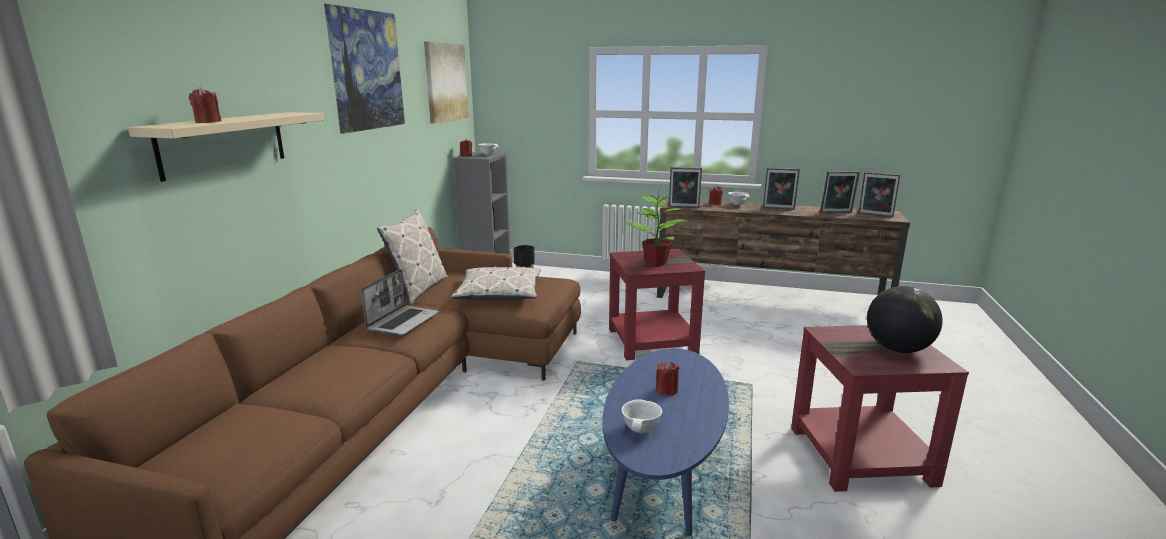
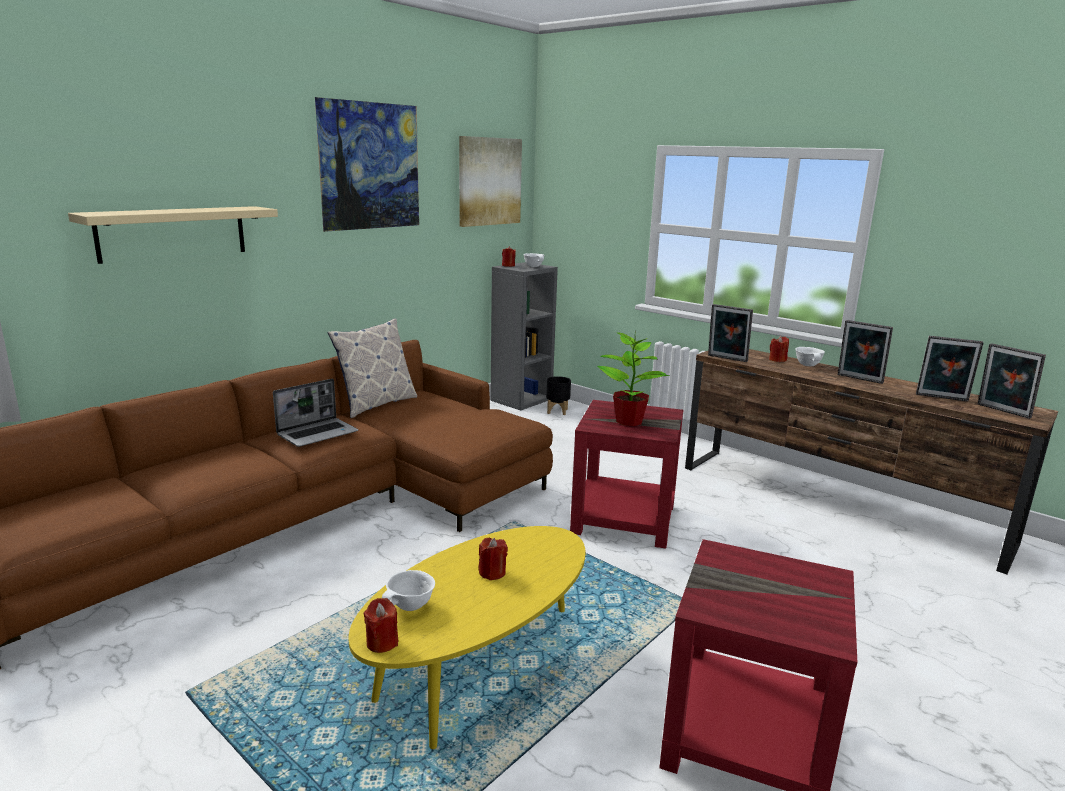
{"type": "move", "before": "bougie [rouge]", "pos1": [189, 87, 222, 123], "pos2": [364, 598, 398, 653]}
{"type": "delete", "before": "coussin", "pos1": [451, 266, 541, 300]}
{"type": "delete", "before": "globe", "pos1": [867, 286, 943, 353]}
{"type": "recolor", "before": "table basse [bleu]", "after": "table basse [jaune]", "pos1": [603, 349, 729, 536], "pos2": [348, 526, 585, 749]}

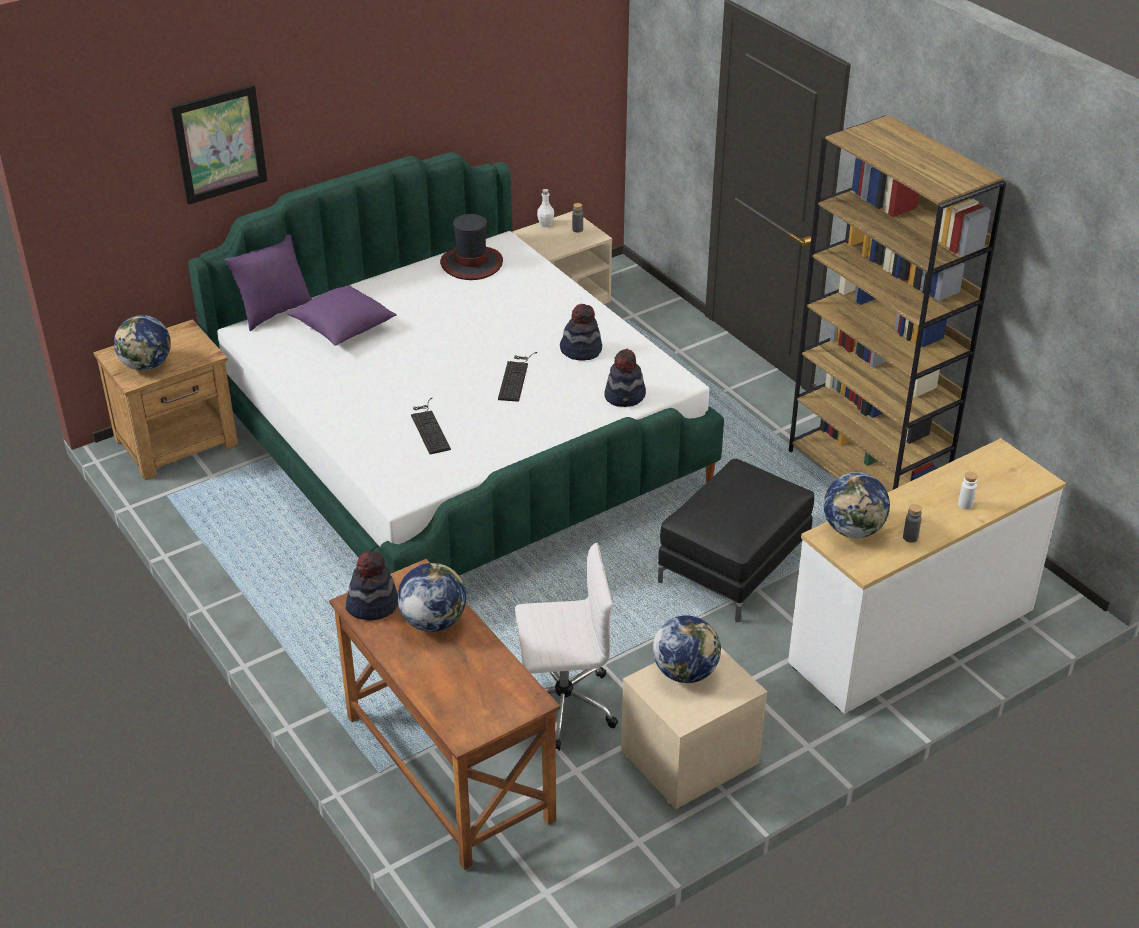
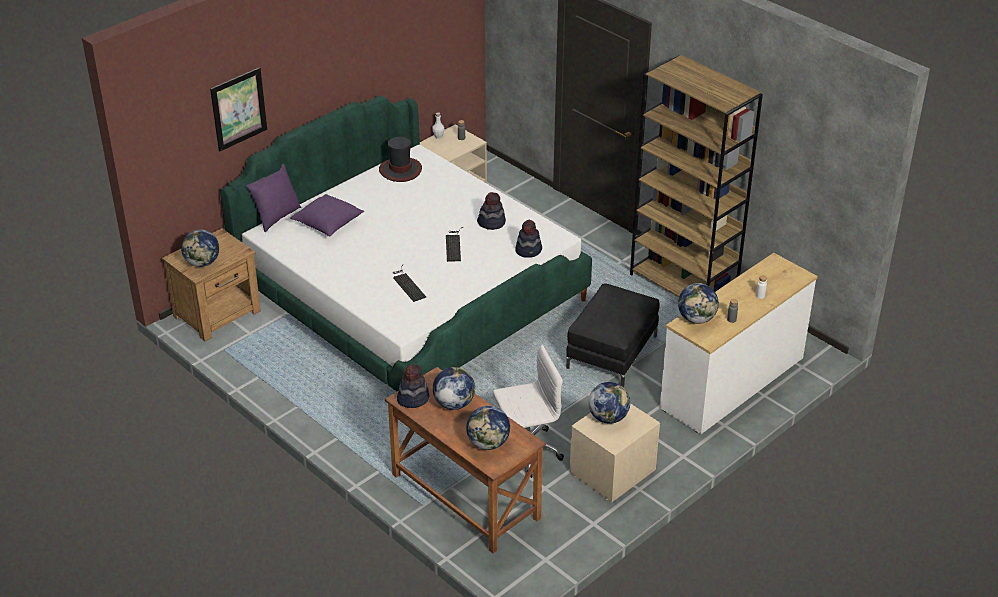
{"type": "insert", "after": "globe", "pos2": [466, 405, 510, 450]}

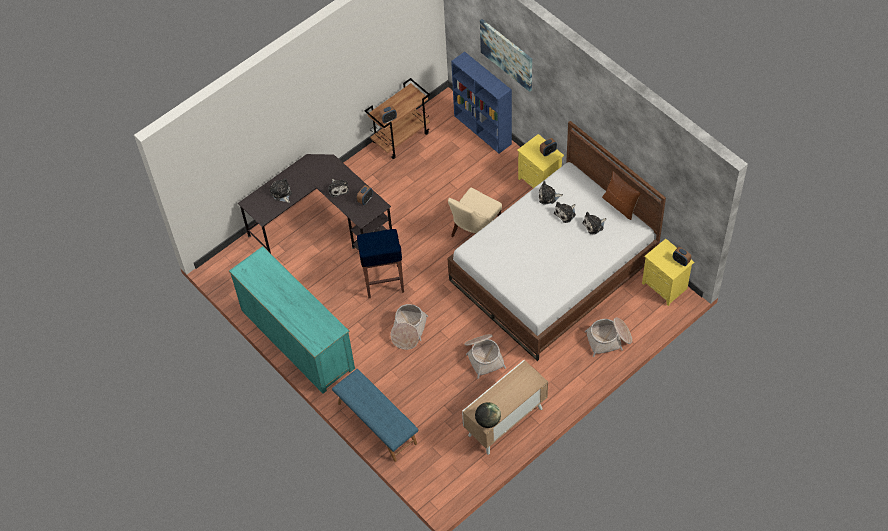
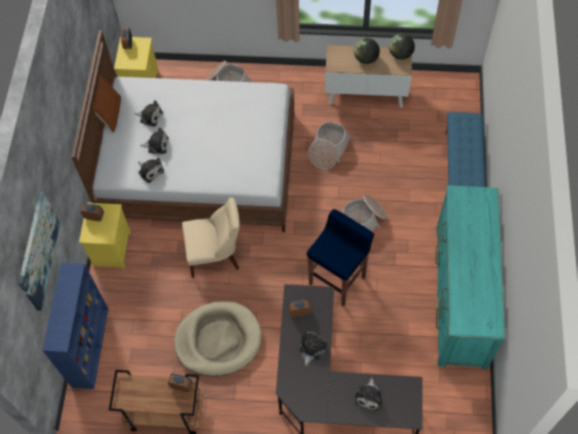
{"type": "insert", "after": "globe", "pos2": [354, 38, 380, 64]}
{"type": "insert", "after": "panier pour chien [beige]", "pos2": [174, 301, 261, 376]}

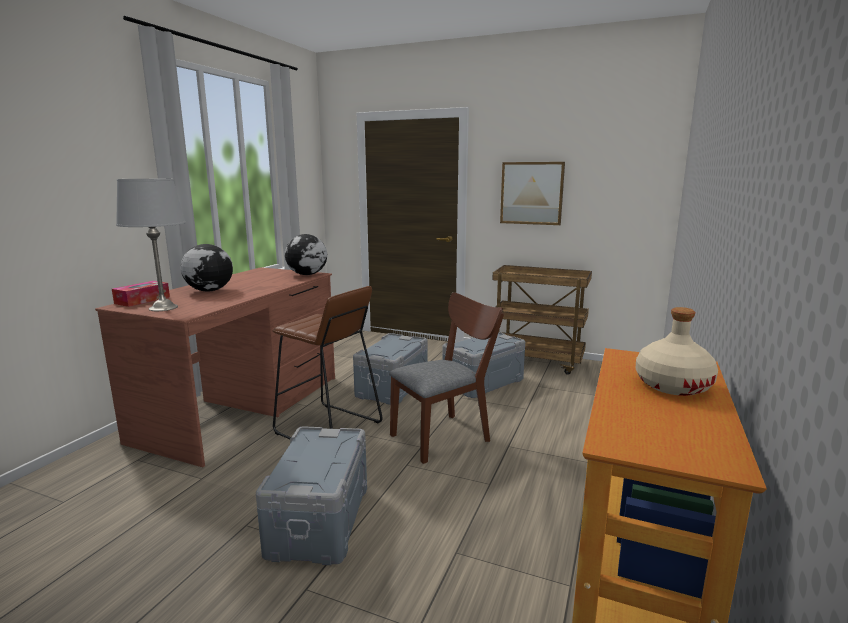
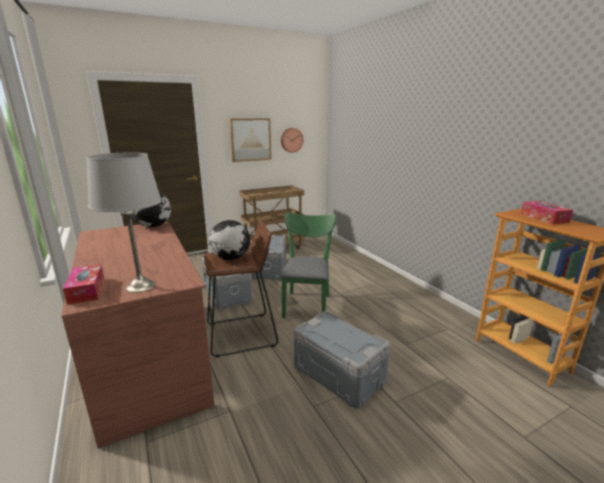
{"type": "move", "before": "globe", "pos1": [181, 244, 233, 292], "pos2": [209, 220, 250, 260]}
{"type": "recolor", "before": "chaise [marron]", "after": "chaise [vert]", "pos1": [389, 292, 504, 464], "pos2": [281, 212, 336, 318]}
{"type": "replace", "before": "bouteille [beige]", "after": "boîte à mouchoirs", "pos1": [636, 307, 718, 396], "pos2": [521, 201, 573, 225]}
{"type": "insert", "after": "horloge murale", "pos2": [281, 128, 303, 153]}

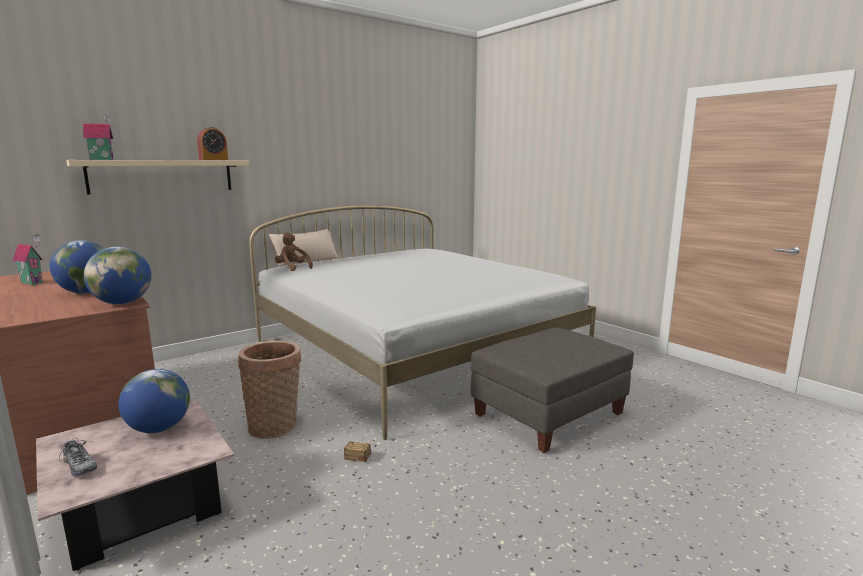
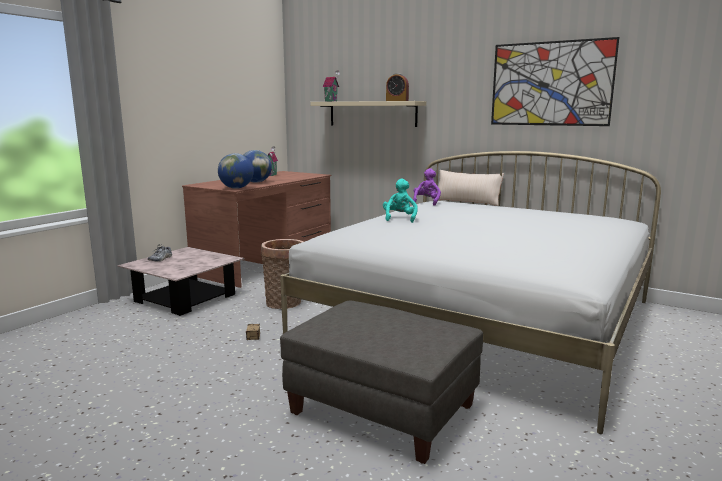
{"type": "recolor", "before": "peluche [marron]", "after": "peluche [violet]", "pos1": [275, 232, 313, 271], "pos2": [413, 168, 441, 206]}
{"type": "delete", "before": "globe", "pos1": [119, 369, 190, 433]}
{"type": "insert", "after": "tableau", "pos2": [491, 37, 619, 126]}
{"type": "insert", "after": "peluche [turquoise]", "pos2": [383, 179, 418, 223]}

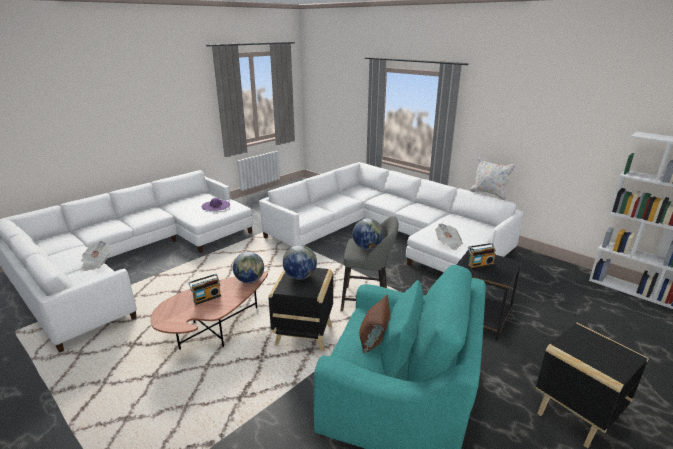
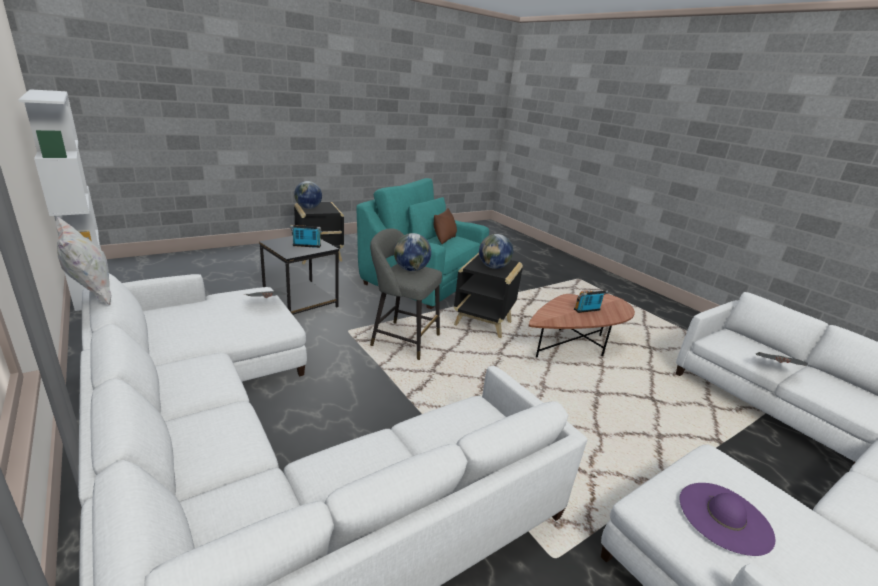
{"type": "move", "before": "globe", "pos1": [233, 252, 264, 283], "pos2": [294, 181, 322, 209]}

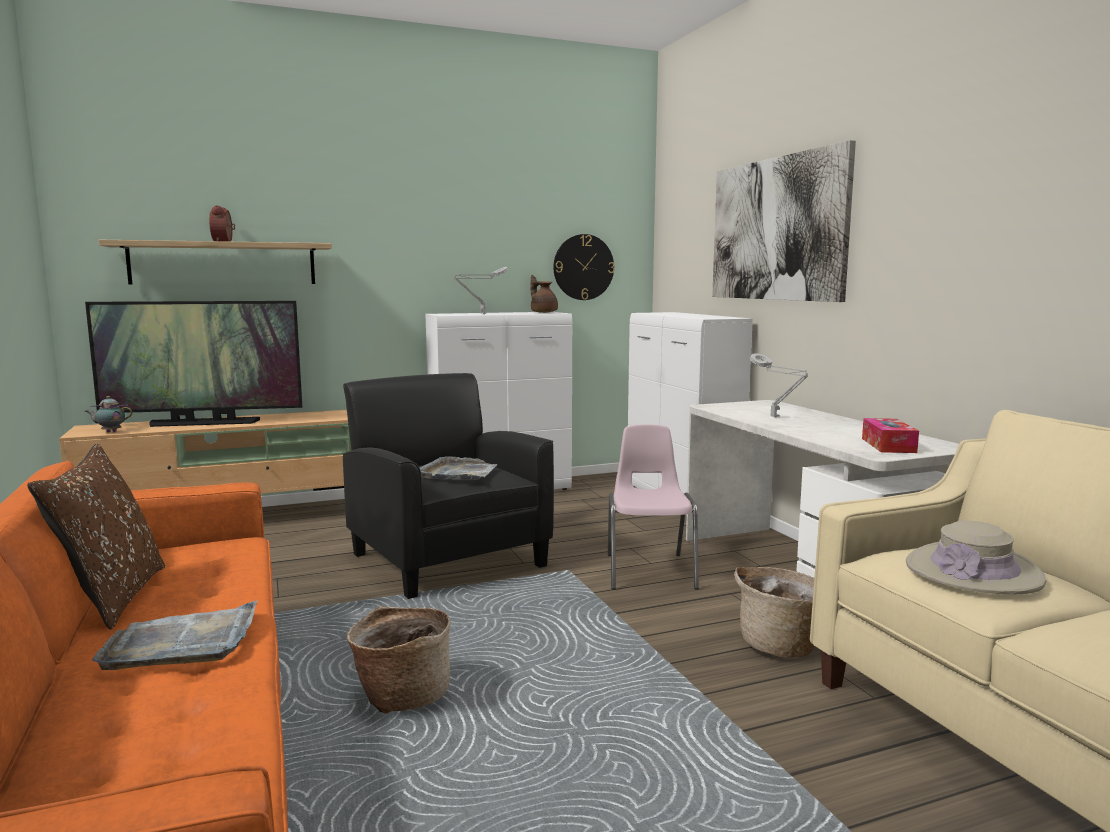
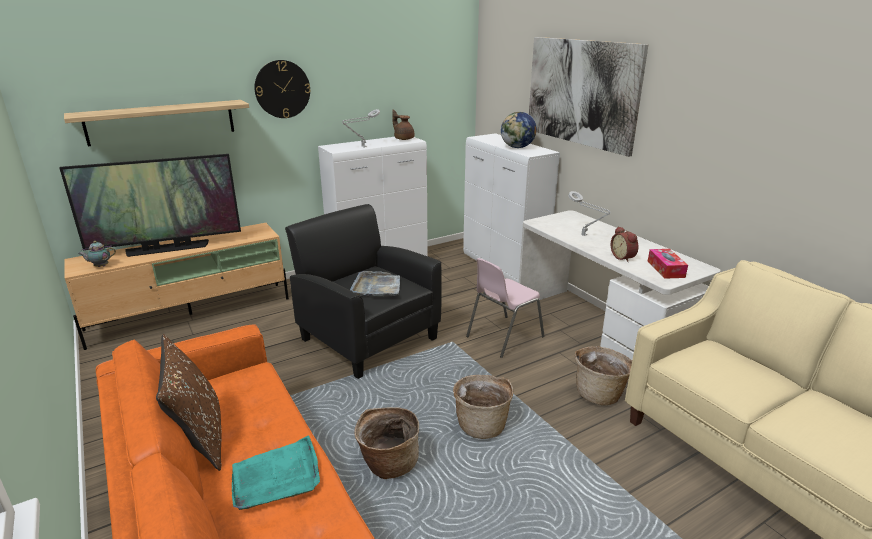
{"type": "move", "before": "réveil", "pos1": [209, 205, 235, 242], "pos2": [611, 226, 639, 262]}
{"type": "move", "before": "horloge murale", "pos1": [553, 234, 615, 300], "pos2": [254, 60, 311, 118]}
{"type": "rotate", "before": "chaise [rose]", "pos1": [608, 424, 699, 590], "pos2": [466, 258, 545, 358], "turn": -120}
{"type": "delete", "before": "chapeau [beige]", "pos1": [906, 521, 1046, 594]}
{"type": "recolor", "before": "plateau [gris]", "after": "plateau [turquoise]", "pos1": [92, 600, 258, 670], "pos2": [232, 435, 320, 510]}
{"type": "insert", "after": "globe", "pos2": [501, 112, 537, 148]}
{"type": "insert", "after": "panier", "pos2": [453, 375, 513, 439]}

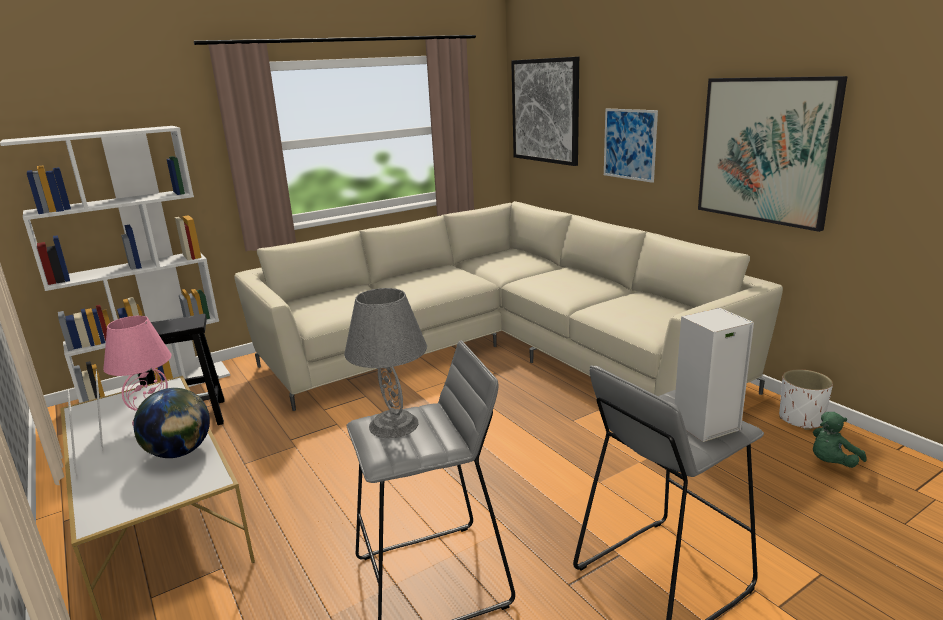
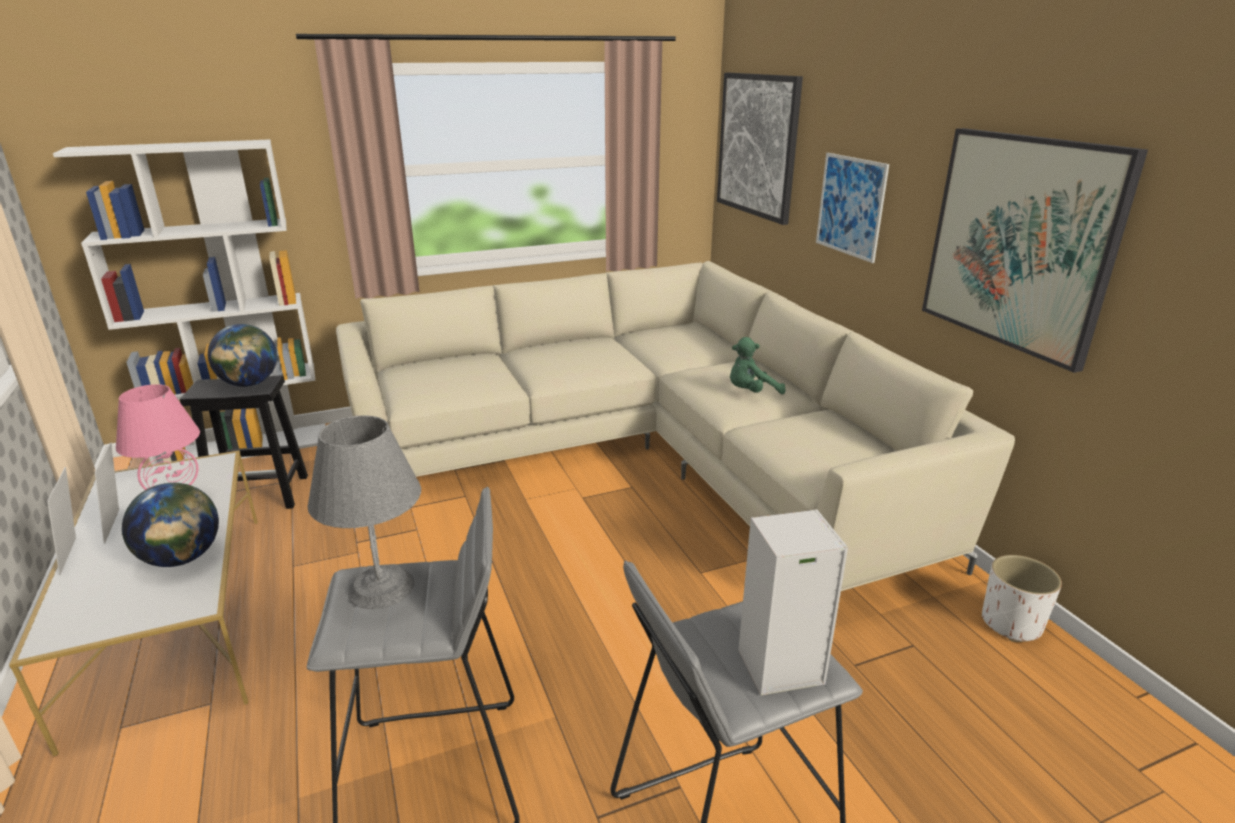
{"type": "move", "before": "peluche [vert]", "pos1": [813, 412, 867, 468], "pos2": [730, 337, 786, 394]}
{"type": "insert", "after": "globe", "pos2": [208, 324, 277, 387]}

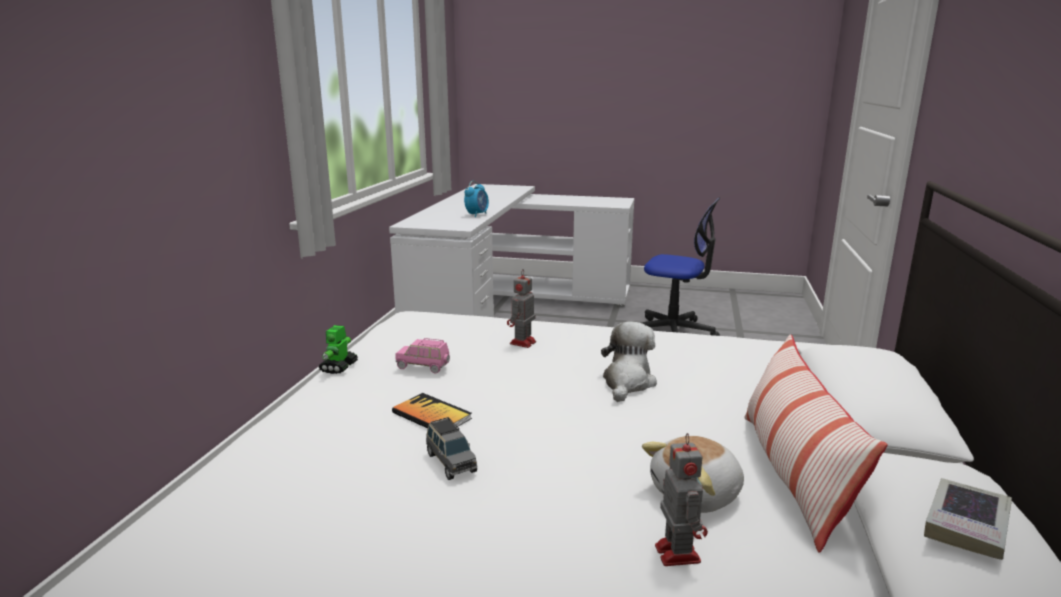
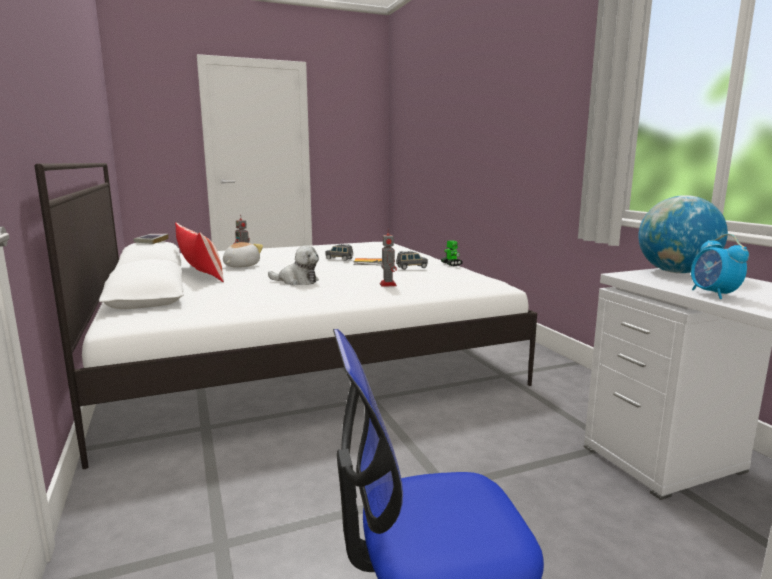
{"type": "rotate", "before": "peluche", "pos1": [601, 321, 657, 402], "pos2": [268, 245, 319, 285], "turn": -60}
{"type": "recolor", "before": "petite voiture [rose]", "after": "petite voiture [gris]", "pos1": [395, 338, 450, 374], "pos2": [396, 251, 428, 270]}
{"type": "insert", "after": "globe", "pos2": [638, 195, 728, 273]}

